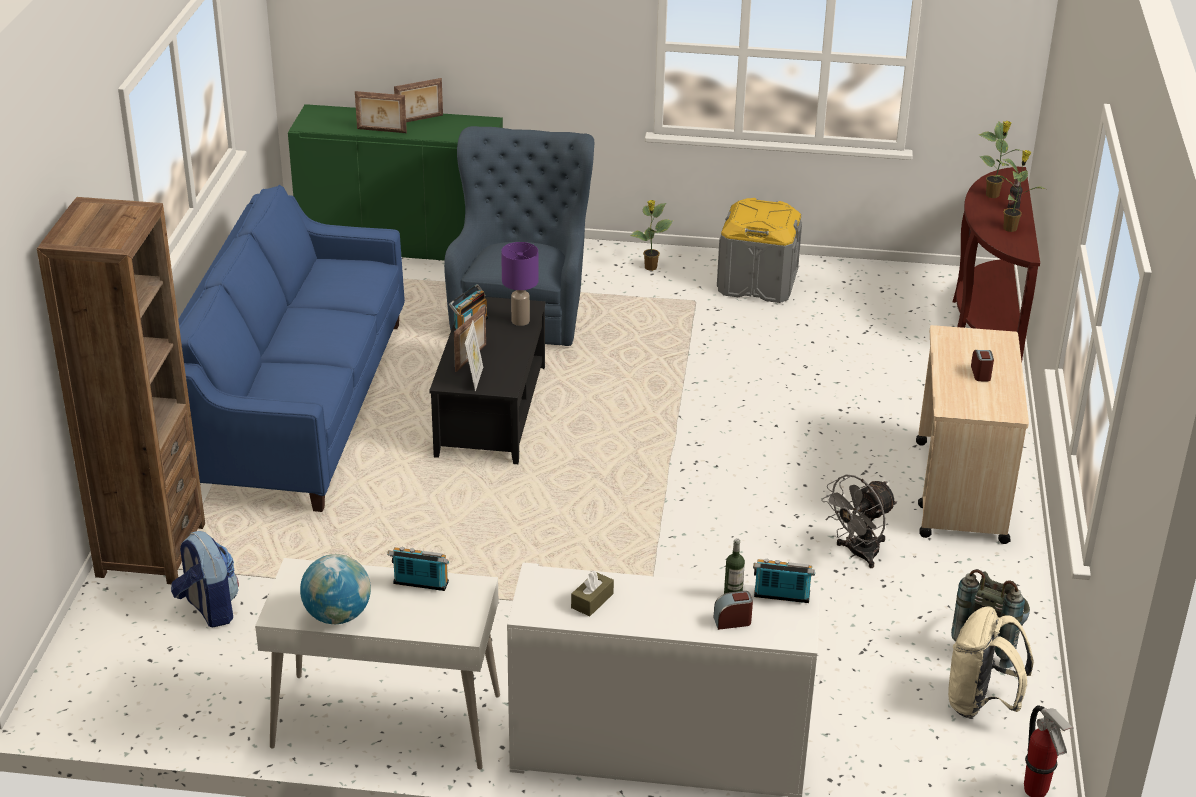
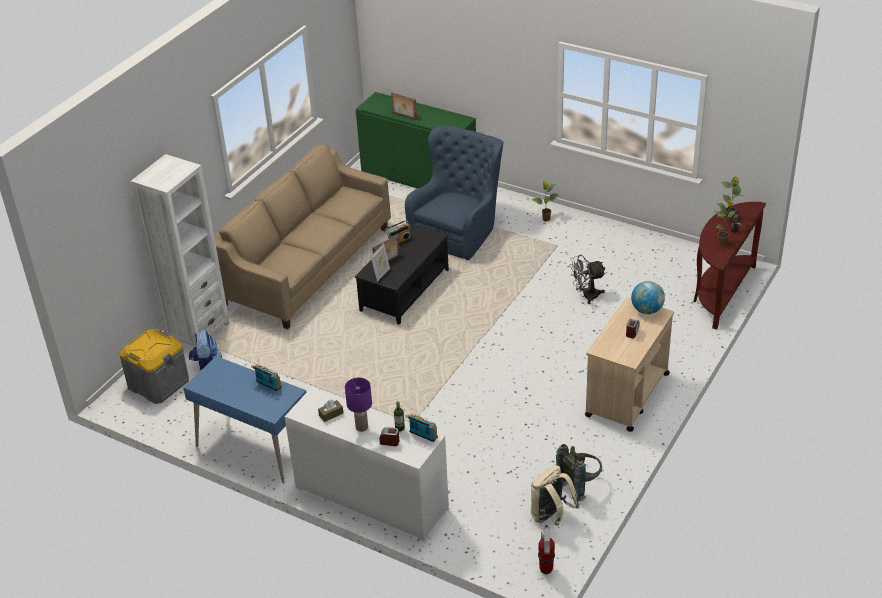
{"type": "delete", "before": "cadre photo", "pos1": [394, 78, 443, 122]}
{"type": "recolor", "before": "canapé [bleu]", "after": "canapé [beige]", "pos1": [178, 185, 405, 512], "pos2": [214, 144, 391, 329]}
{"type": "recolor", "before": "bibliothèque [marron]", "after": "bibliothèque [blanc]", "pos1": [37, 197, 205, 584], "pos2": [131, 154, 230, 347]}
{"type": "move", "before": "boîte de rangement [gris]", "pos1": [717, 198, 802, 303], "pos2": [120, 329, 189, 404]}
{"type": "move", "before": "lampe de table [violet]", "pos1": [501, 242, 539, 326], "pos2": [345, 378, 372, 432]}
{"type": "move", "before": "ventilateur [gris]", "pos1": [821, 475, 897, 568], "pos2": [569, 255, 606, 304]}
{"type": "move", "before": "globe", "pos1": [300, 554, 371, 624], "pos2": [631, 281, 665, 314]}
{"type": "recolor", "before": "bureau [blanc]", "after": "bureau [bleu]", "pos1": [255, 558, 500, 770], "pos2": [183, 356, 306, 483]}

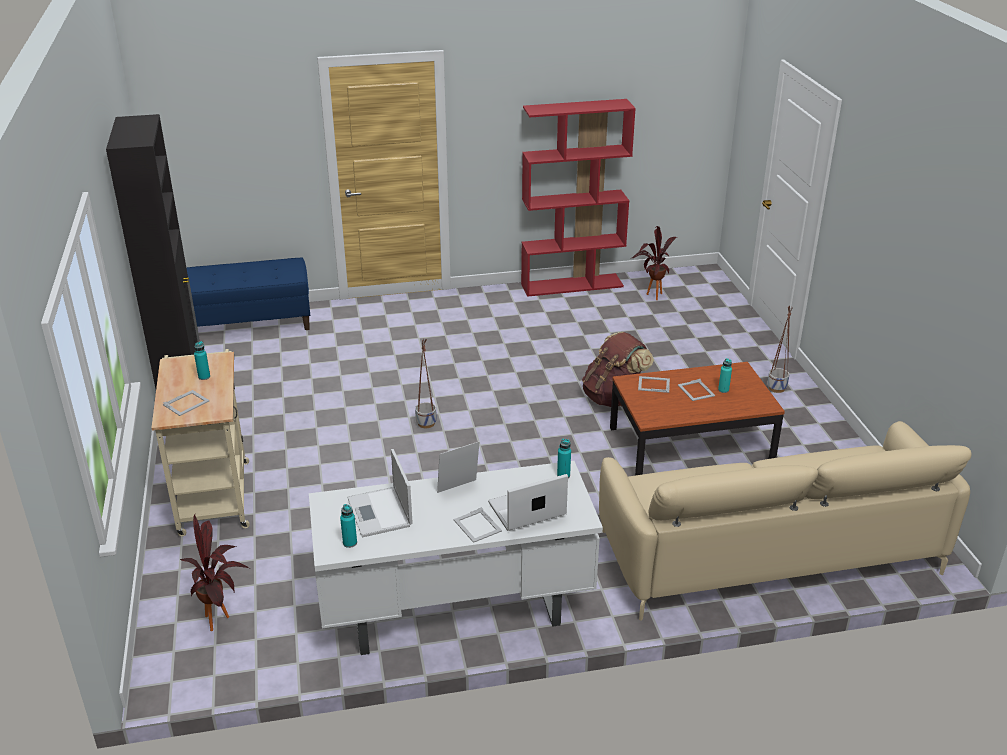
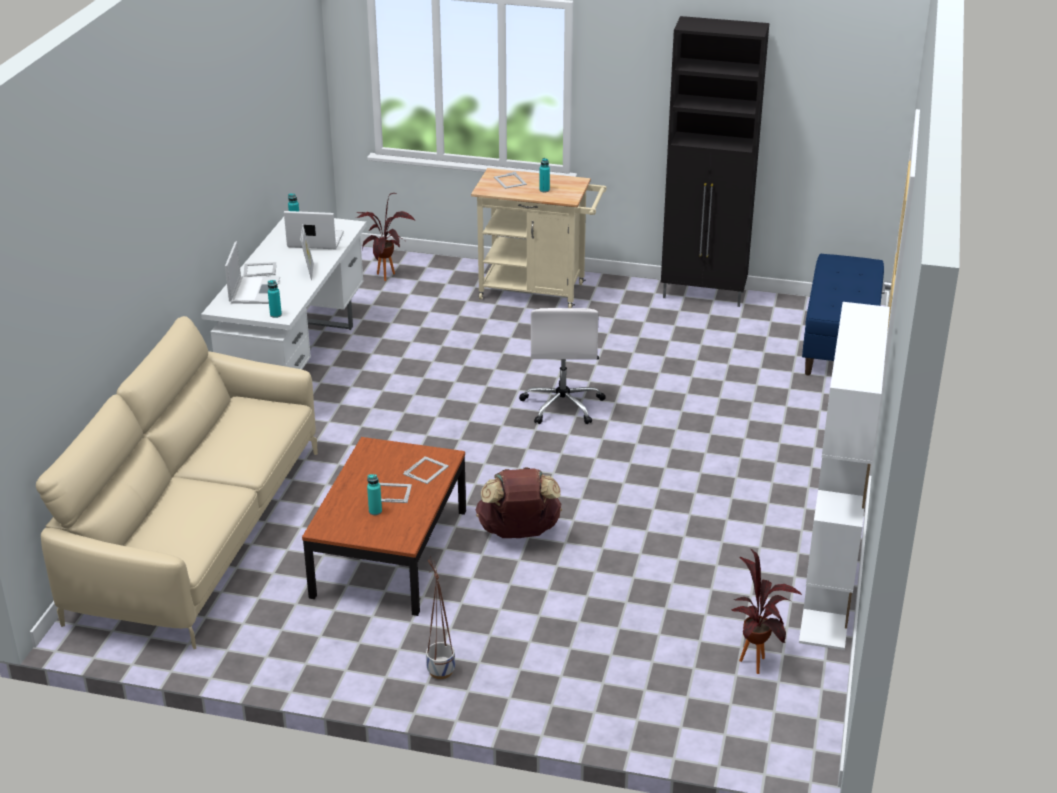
{"type": "recolor", "before": "bibliothèque [rouge]", "after": "bibliothèque [blanc]", "pos1": [521, 99, 636, 297], "pos2": [799, 302, 890, 650]}
{"type": "replace", "before": "cache-pot", "after": "chaise de bureau [blanc]", "pos1": [415, 339, 437, 429], "pos2": [519, 308, 606, 424]}

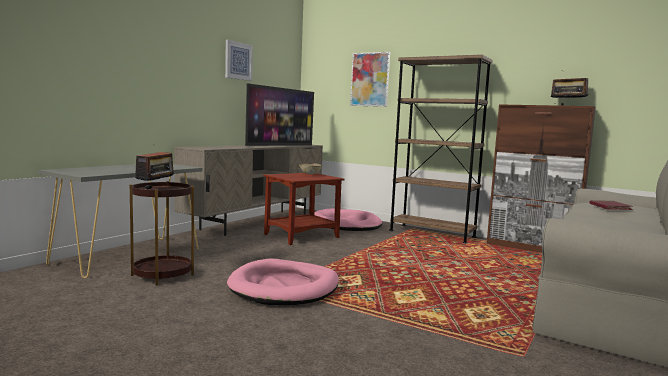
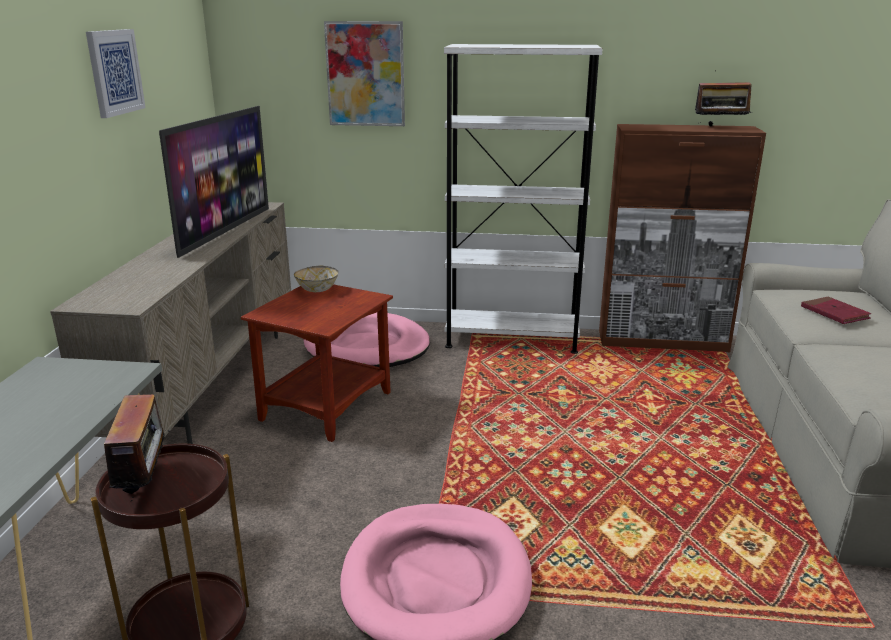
{"type": "recolor", "before": "bibliothèque [marron]", "after": "bibliothèque [blanc]", "pos1": [389, 55, 493, 243], "pos2": [444, 44, 602, 354]}

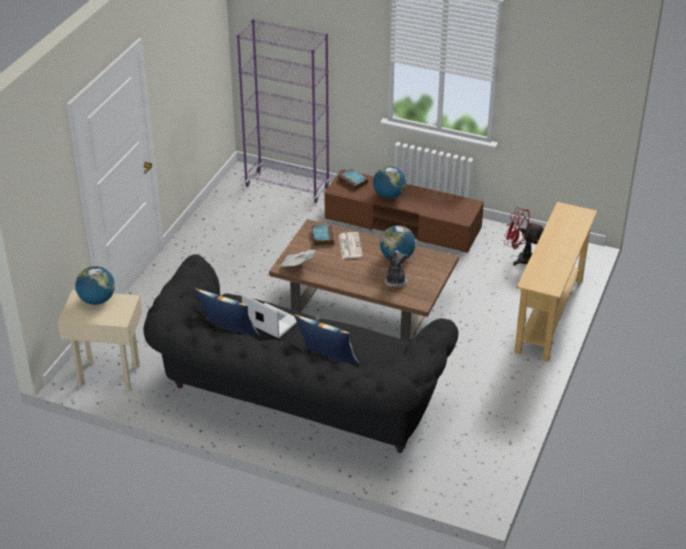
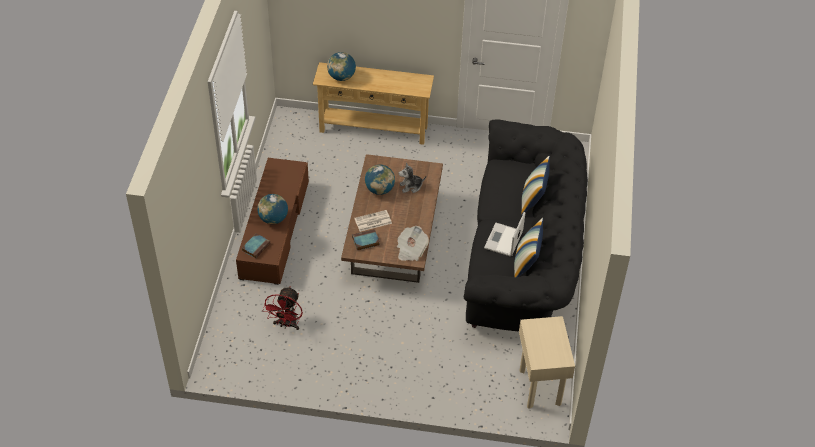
{"type": "delete", "before": "bibliothèque [violet]", "pos1": [237, 19, 330, 203]}
{"type": "move", "before": "ventilateur [rouge]", "pos1": [504, 207, 543, 266], "pos2": [262, 287, 303, 330]}
{"type": "move", "before": "globe", "pos1": [75, 266, 115, 305], "pos2": [327, 52, 356, 81]}

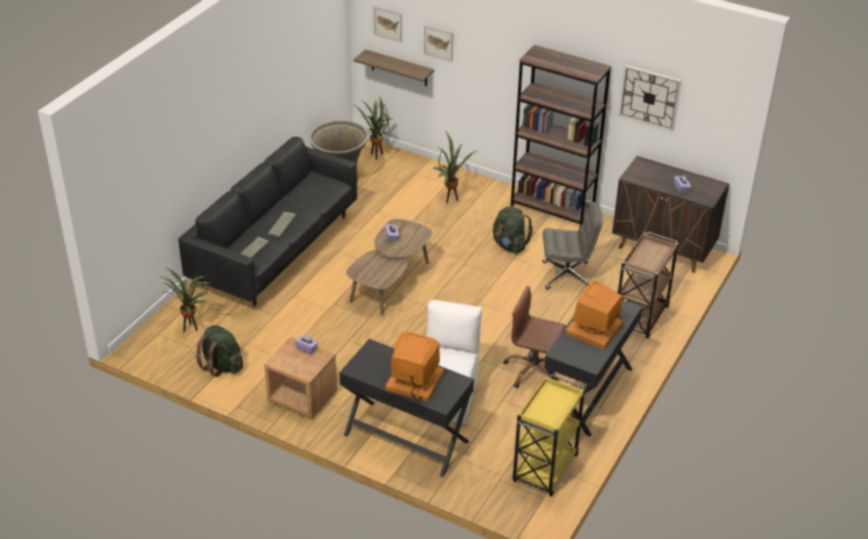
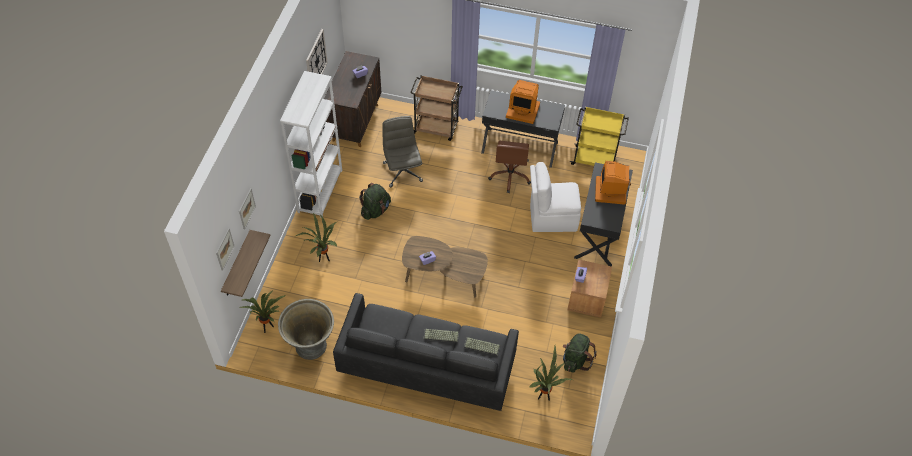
{"type": "recolor", "before": "bibliothèque [marron]", "after": "bibliothèque [blanc]", "pos1": [511, 45, 611, 228], "pos2": [280, 71, 342, 218]}

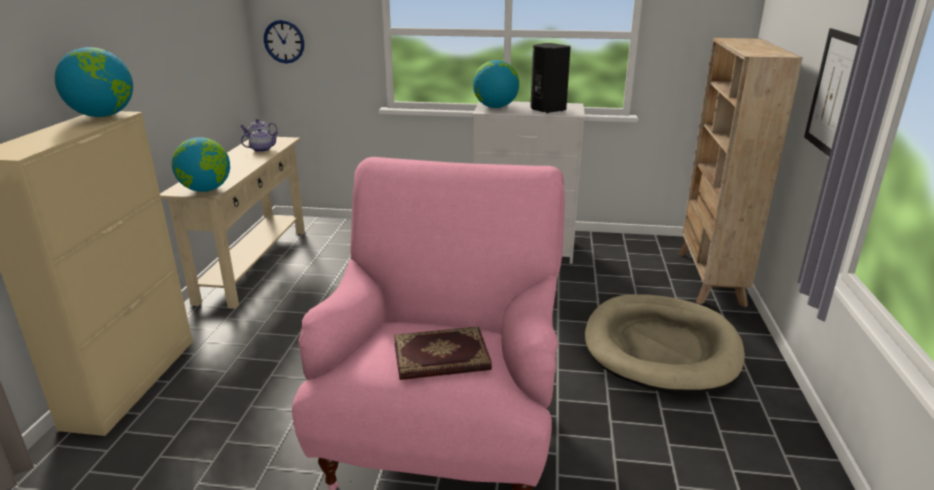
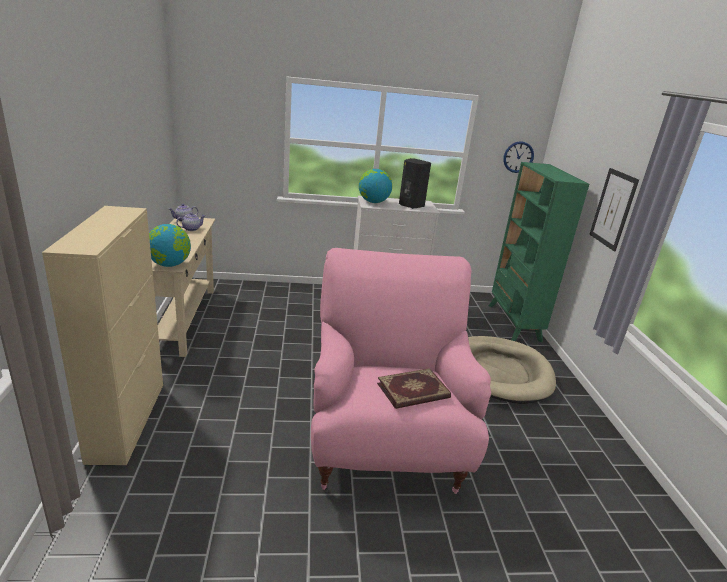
{"type": "move", "before": "horloge murale", "pos1": [264, 20, 304, 63], "pos2": [503, 141, 534, 173]}
{"type": "recolor", "before": "bibliothèque [beige]", "after": "bibliothèque [vert]", "pos1": [678, 38, 803, 307], "pos2": [489, 162, 589, 342]}
{"type": "delete", "before": "globe", "pos1": [55, 47, 133, 117]}

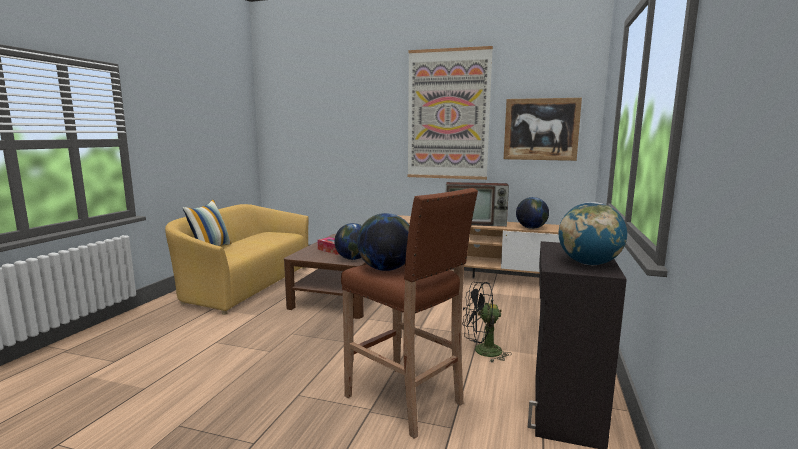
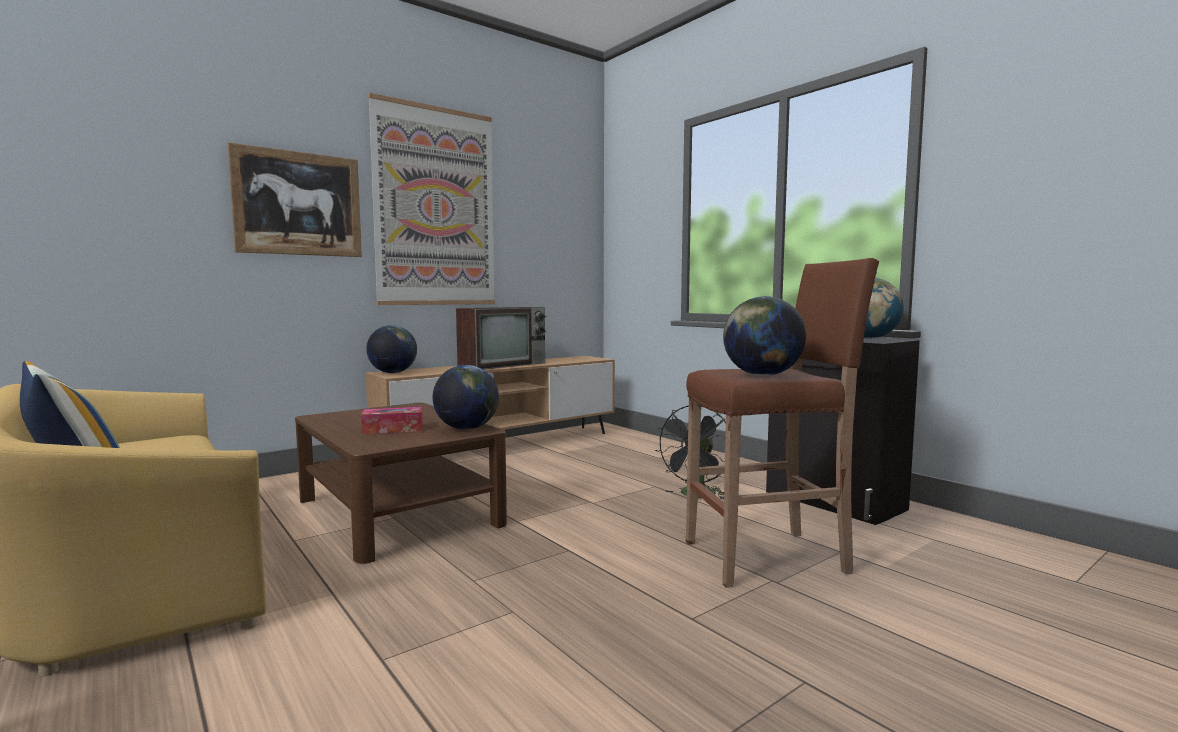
{"type": "move", "before": "tableau", "pos1": [504, 98, 582, 161], "pos2": [228, 142, 362, 257]}
{"type": "move", "before": "globe", "pos1": [516, 197, 549, 229], "pos2": [366, 325, 417, 373]}

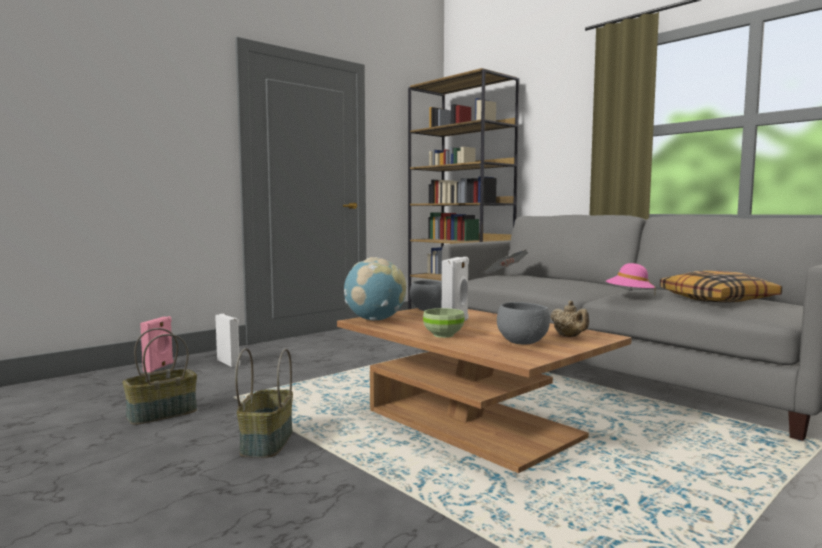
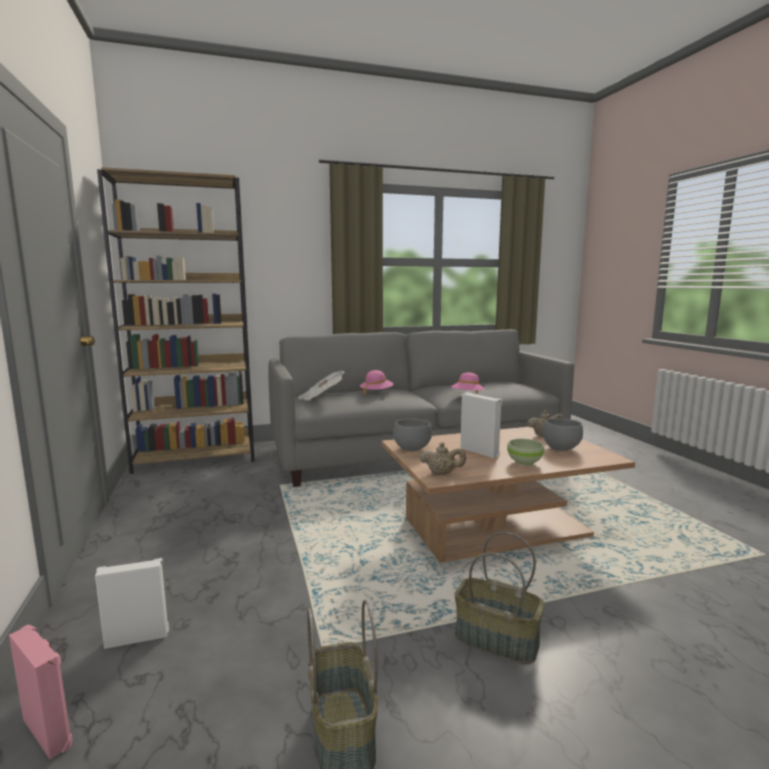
{"type": "replace", "before": "globe", "after": "théière [beige]", "pos1": [344, 257, 406, 320], "pos2": [420, 443, 466, 475]}
{"type": "delete", "before": "coussin", "pos1": [660, 271, 782, 303]}
{"type": "insert", "after": "chapeau [rose]", "pos2": [360, 370, 394, 396]}

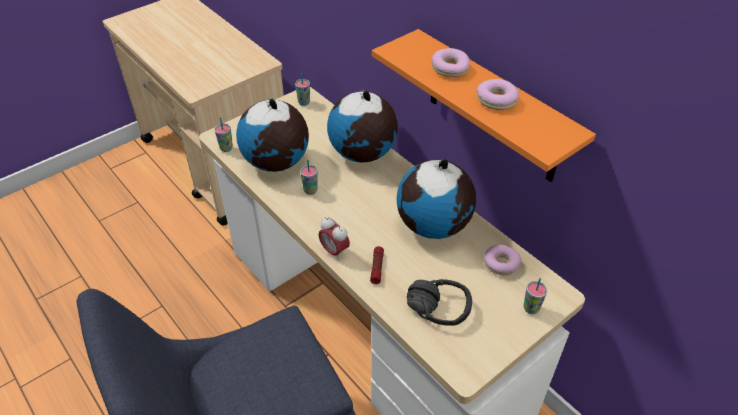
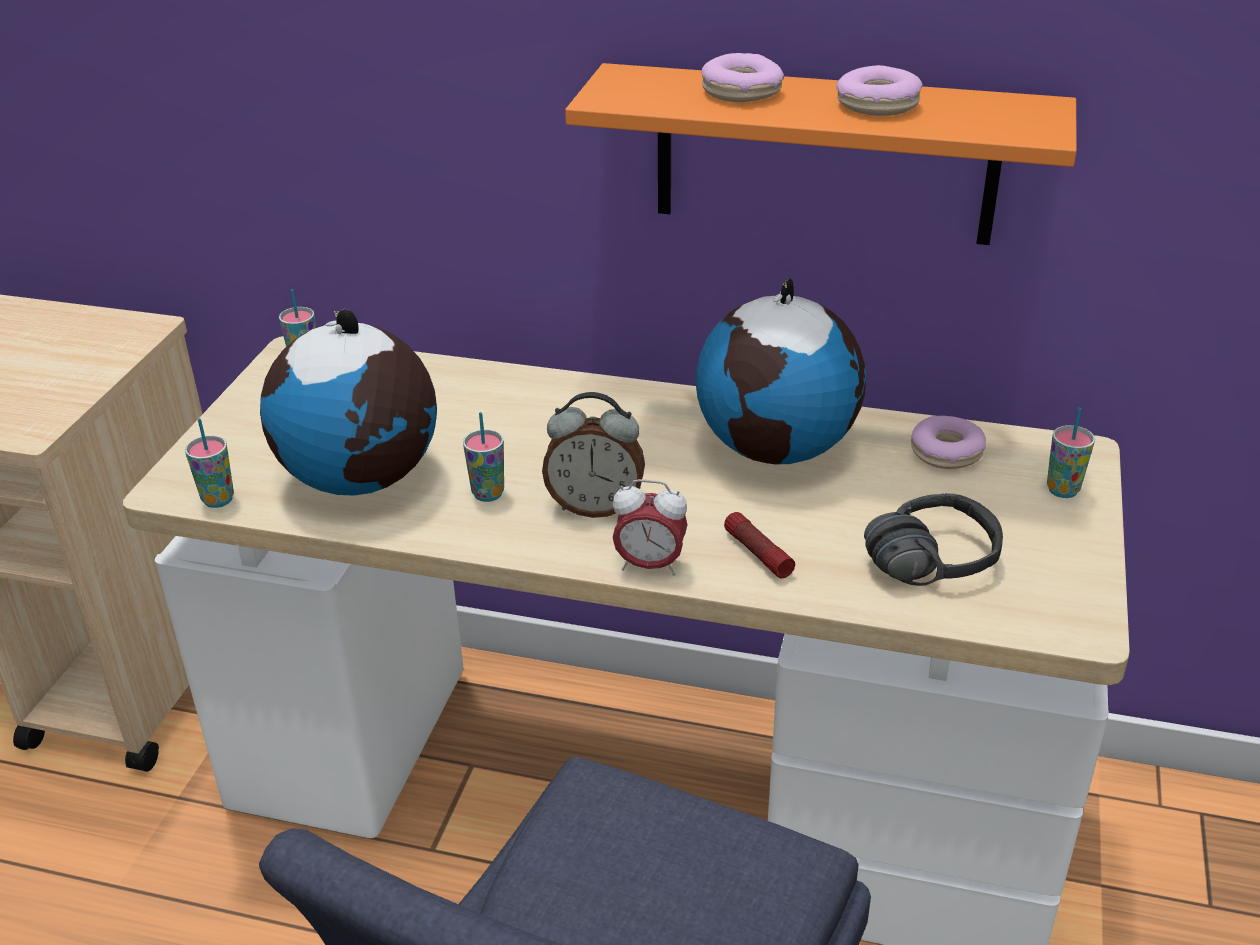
{"type": "delete", "before": "globe", "pos1": [327, 90, 398, 163]}
{"type": "insert", "after": "réveil", "pos2": [542, 392, 645, 518]}

